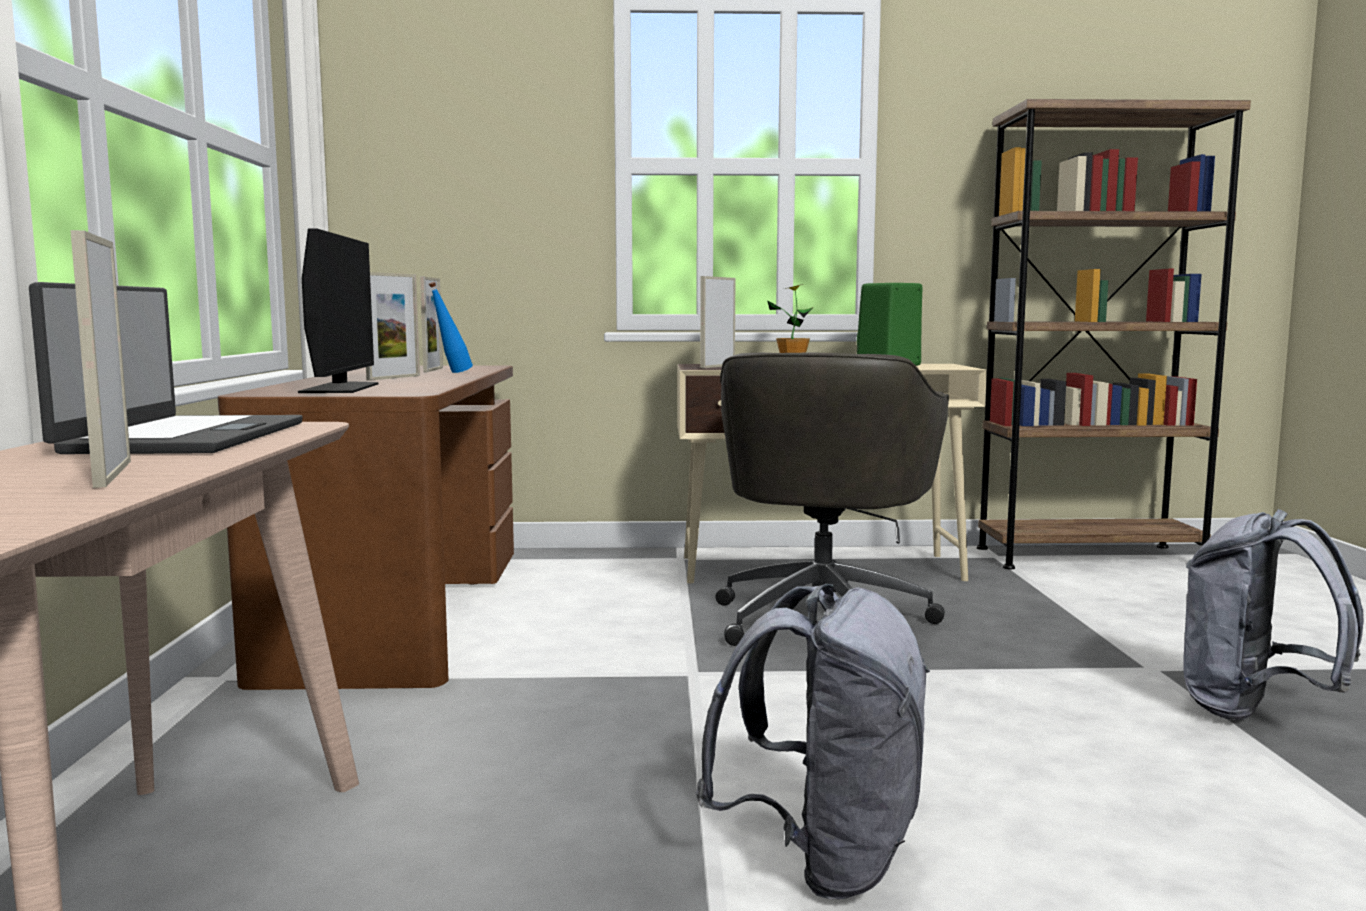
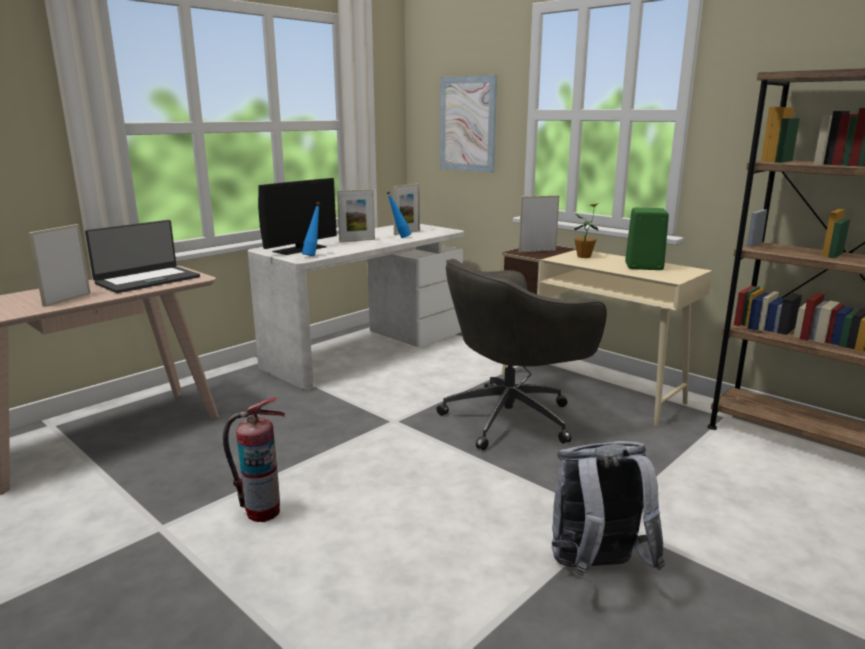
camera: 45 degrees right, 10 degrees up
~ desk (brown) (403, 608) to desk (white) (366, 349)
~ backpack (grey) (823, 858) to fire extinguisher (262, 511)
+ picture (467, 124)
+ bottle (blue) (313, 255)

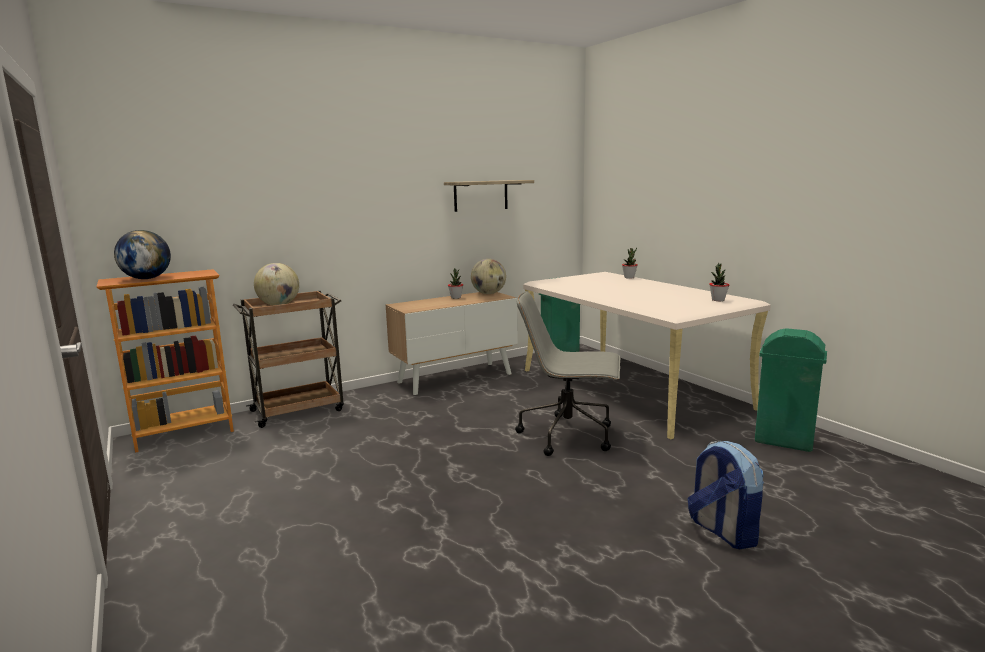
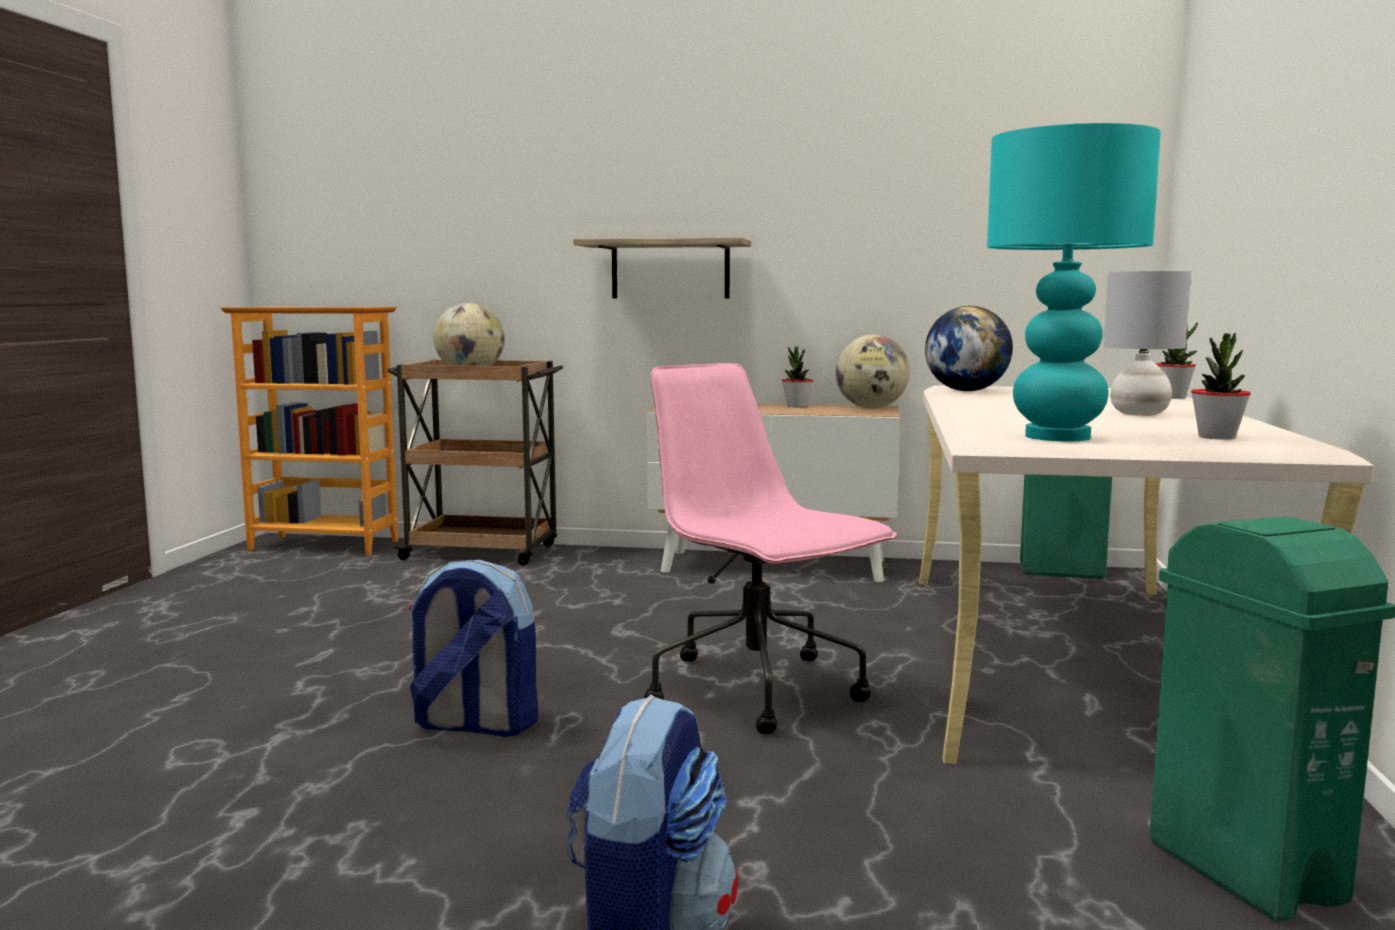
camera: 40 degrees right, 5 degrees down
~ shelf (481, 195) to (670, 270)
~ globe (146, 278) to (966, 391)
~ office chair (grey) (569, 435) to office chair (pink) (758, 691)
+ table lamp (turquoise) (1058, 437)
+ table lamp (grey) (1139, 413)
+ backpack (473, 725)

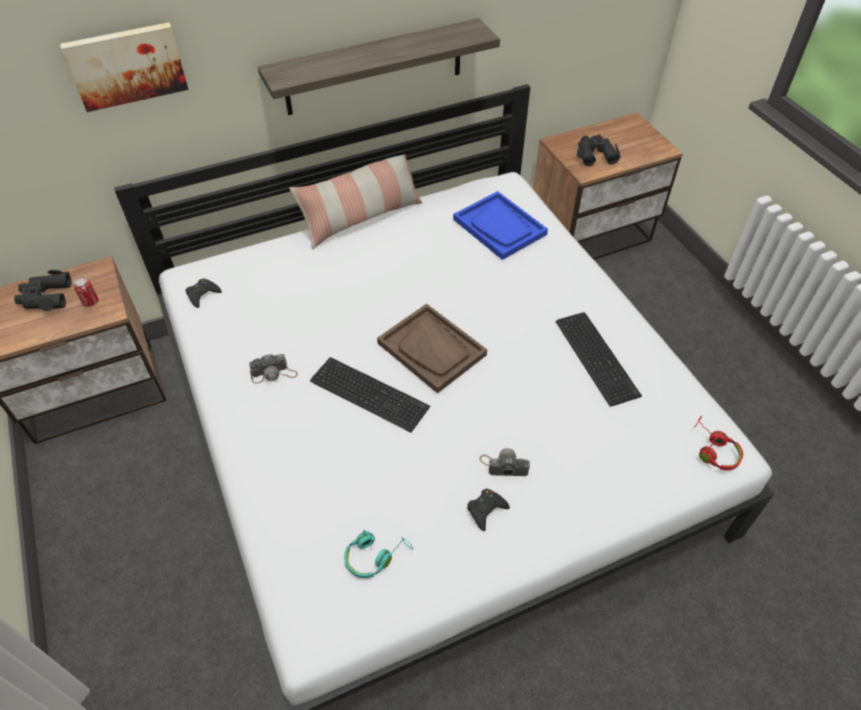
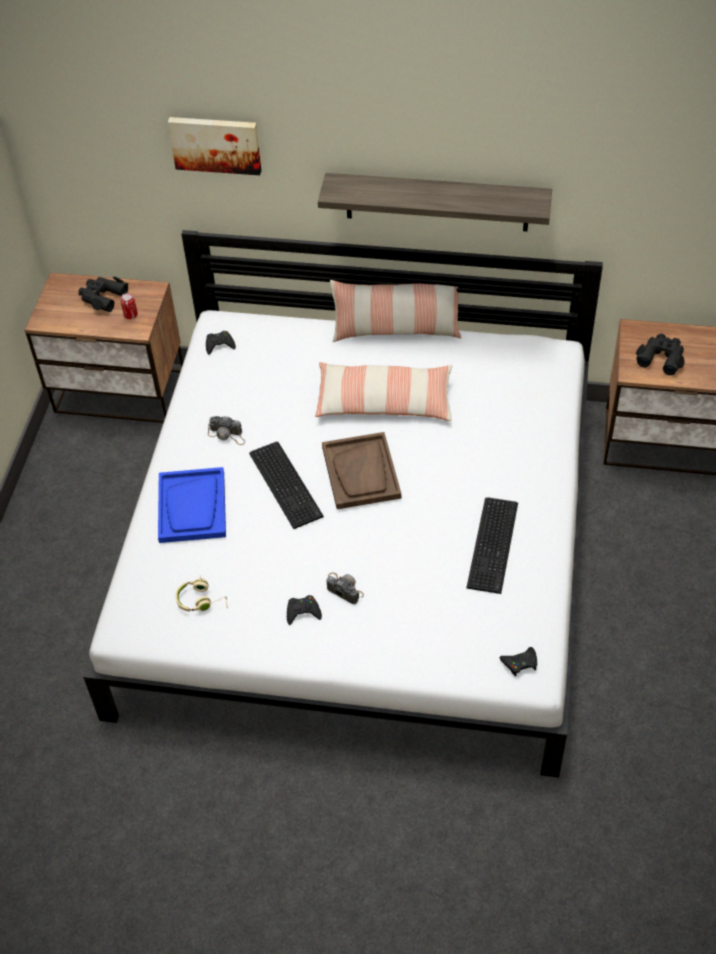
camera: 35 degrees right, 0 degrees up
~ tray (blue) (500, 227) to (192, 507)
~ headphones (red) (713, 450) to game controller (black) (520, 663)
~ headphones (turquoise) (375, 556) to headphones (beige) (202, 600)
+ pillow (384, 402)

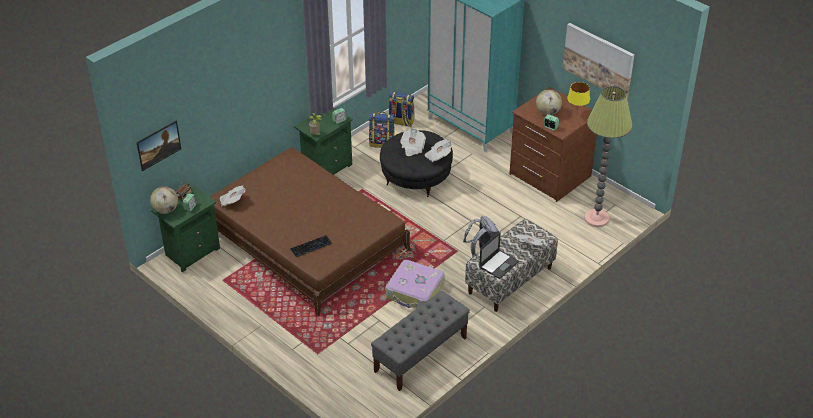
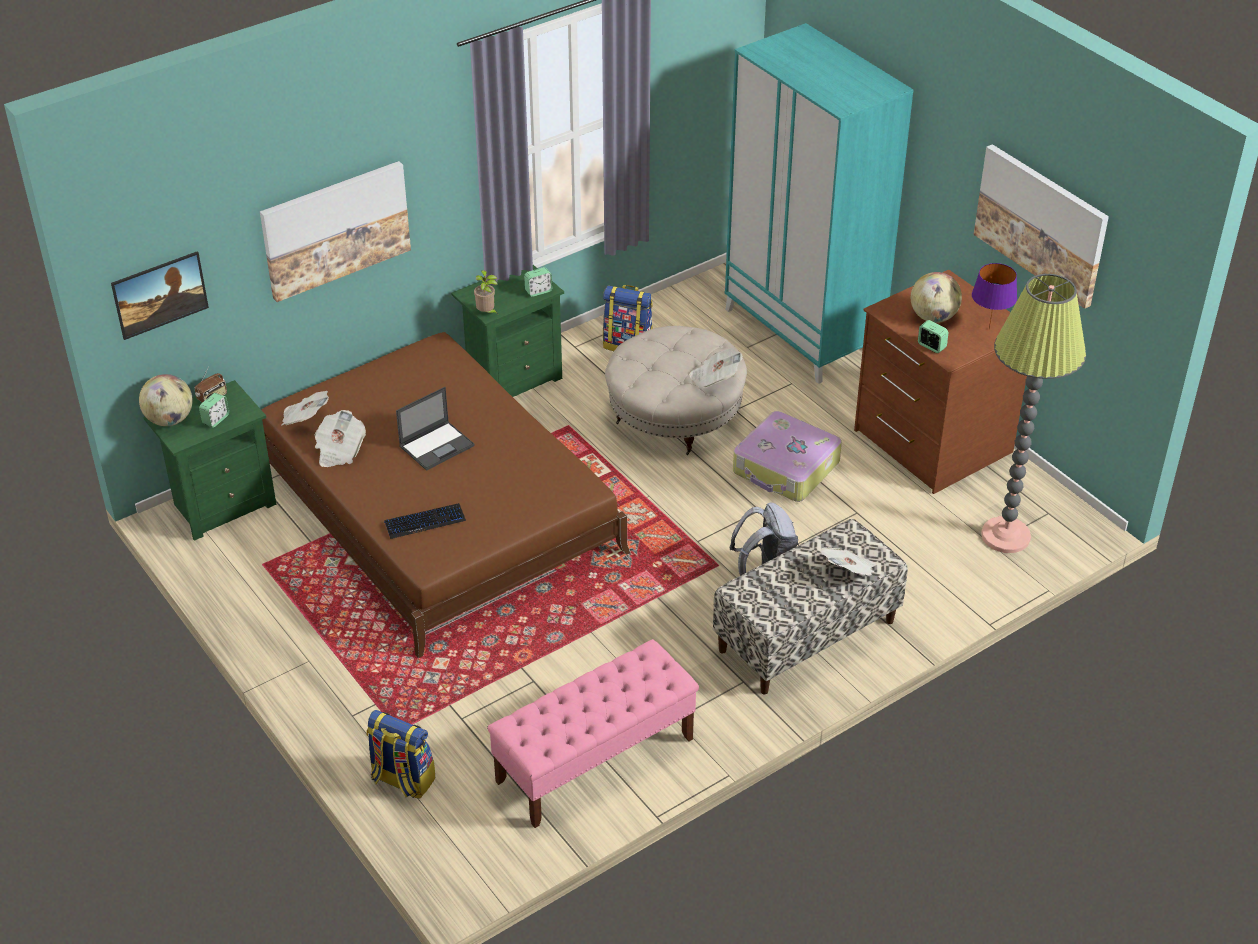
camera: 10 degrees right, 0 degrees up
~ table lamp (yellow) (577, 115) to table lamp (purple) (989, 328)
~ backpack (401, 122) to (402, 780)
~ newspaper (412, 148) to (339, 451)
~ ottoman (black) (416, 177) to ottoman (beige) (675, 415)
~ laptop (499, 264) to (437, 445)
~ suitcase (415, 292) to (786, 468)
~ bench (grey) (420, 355) to bench (pink) (594, 760)
+ picture (335, 229)

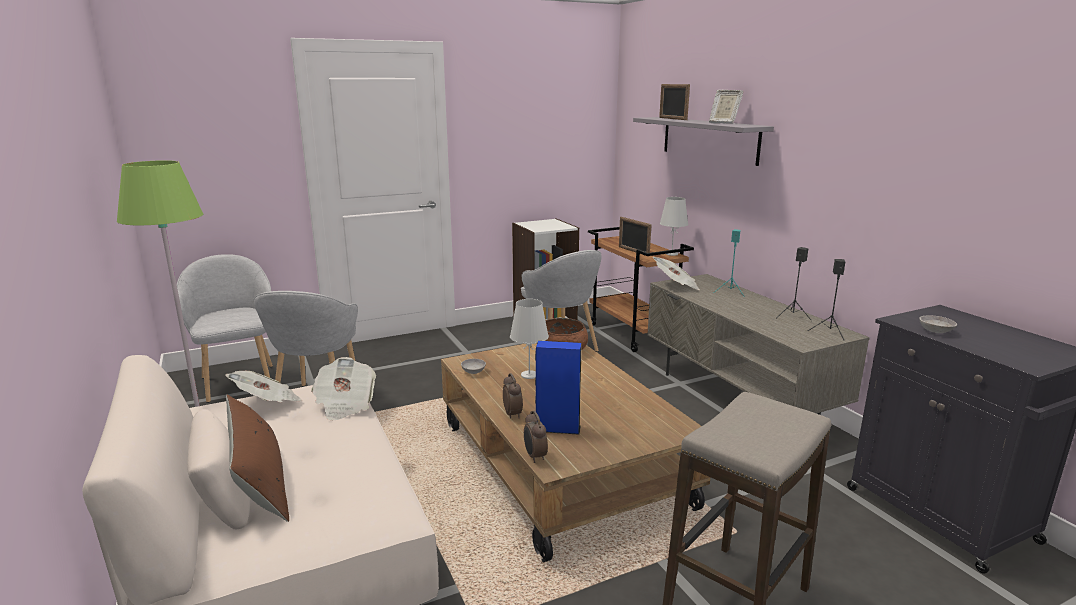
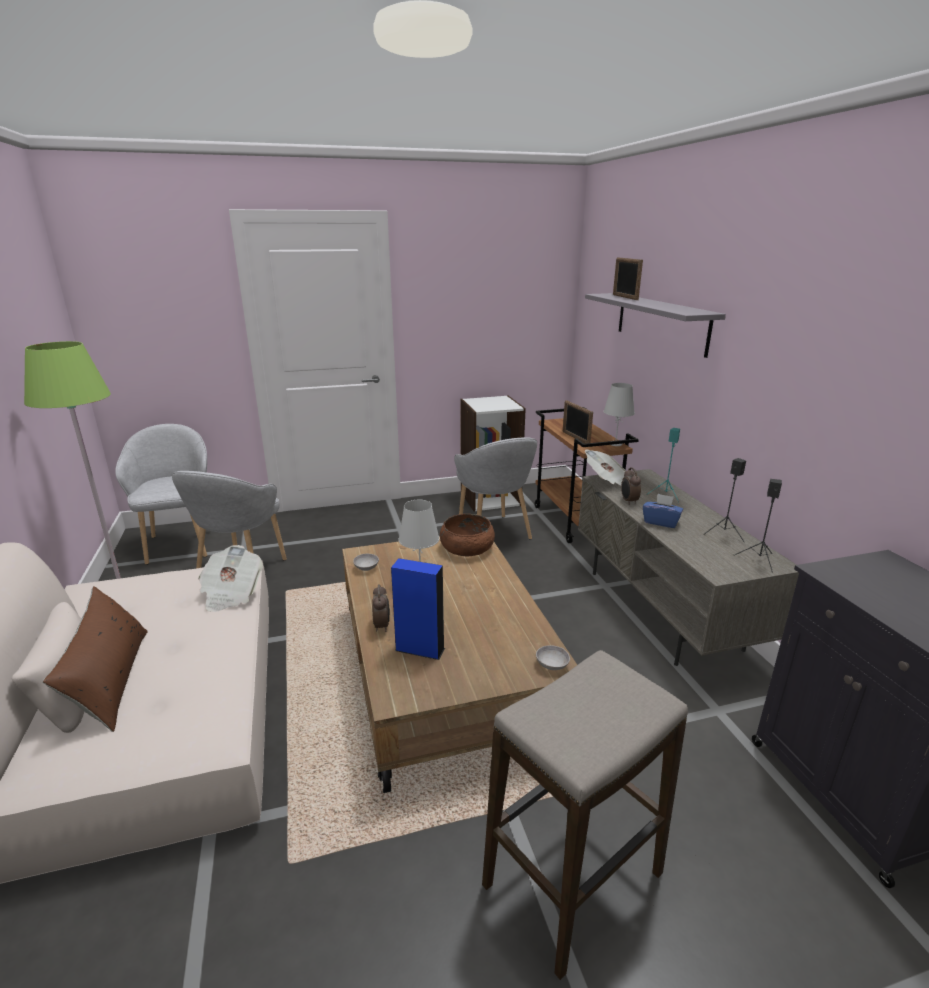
camera: 10 degrees right, 5 degrees up
- picture frame (723, 123)
~ bowl (grey) (935, 331) to (552, 665)
- newspaper (268, 402)
~ alarm clock (534, 456) to (628, 501)
+ tissue box (blue) (661, 522)

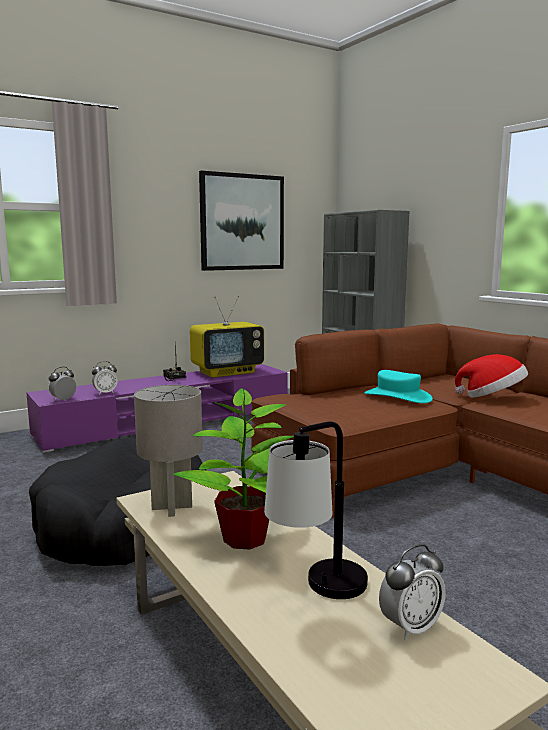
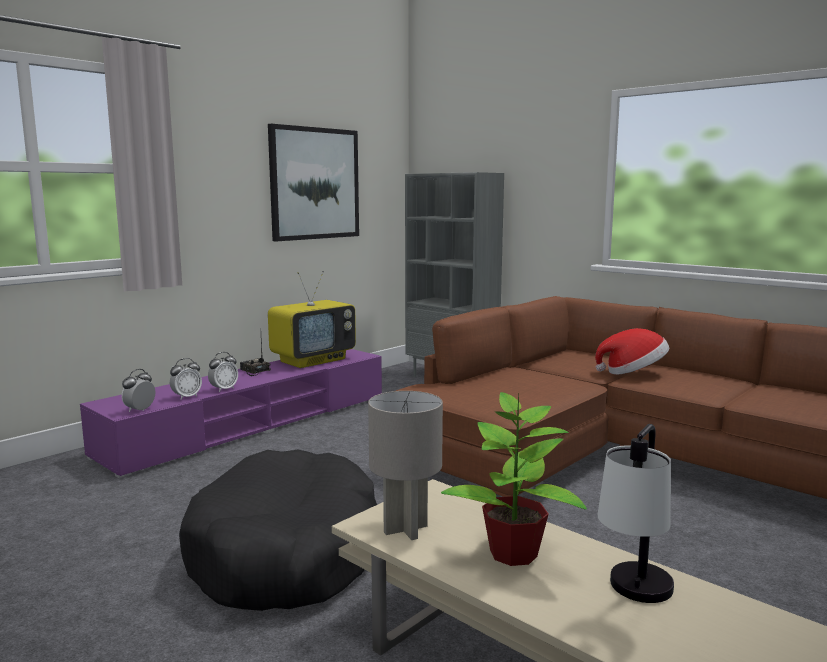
camera: 15 degrees left, 0 degrees up
- hat (turquoise) (397, 396)
~ alarm clock (410, 627) to (224, 389)

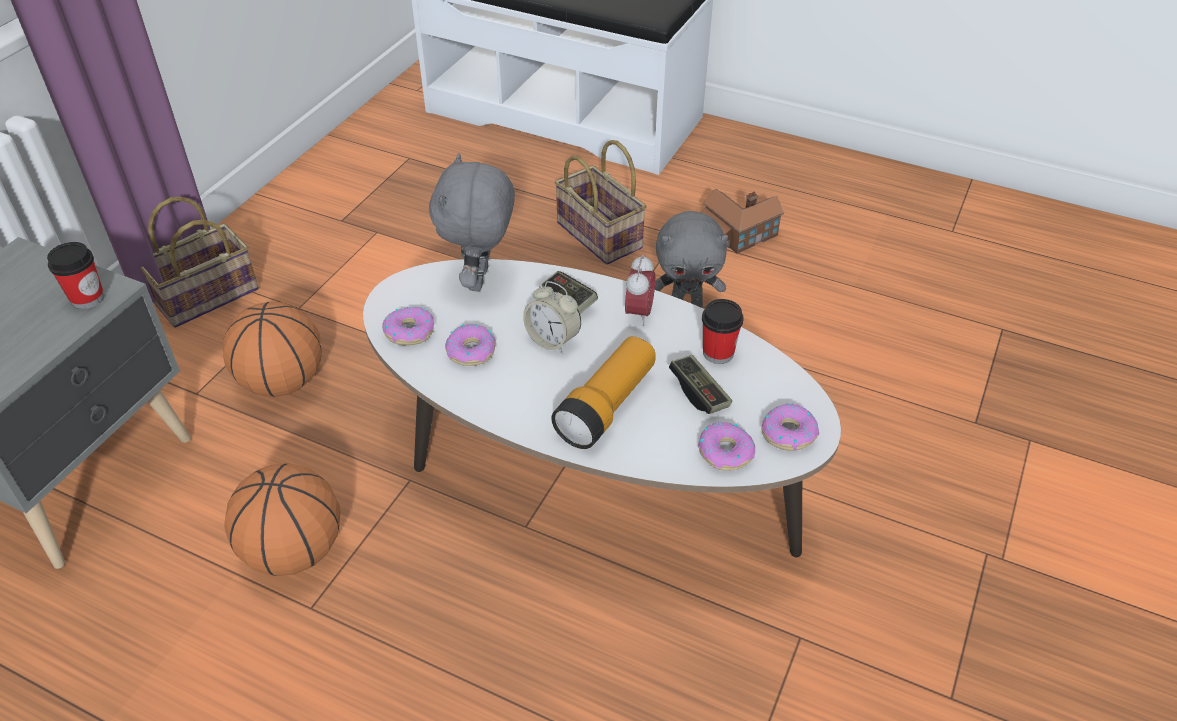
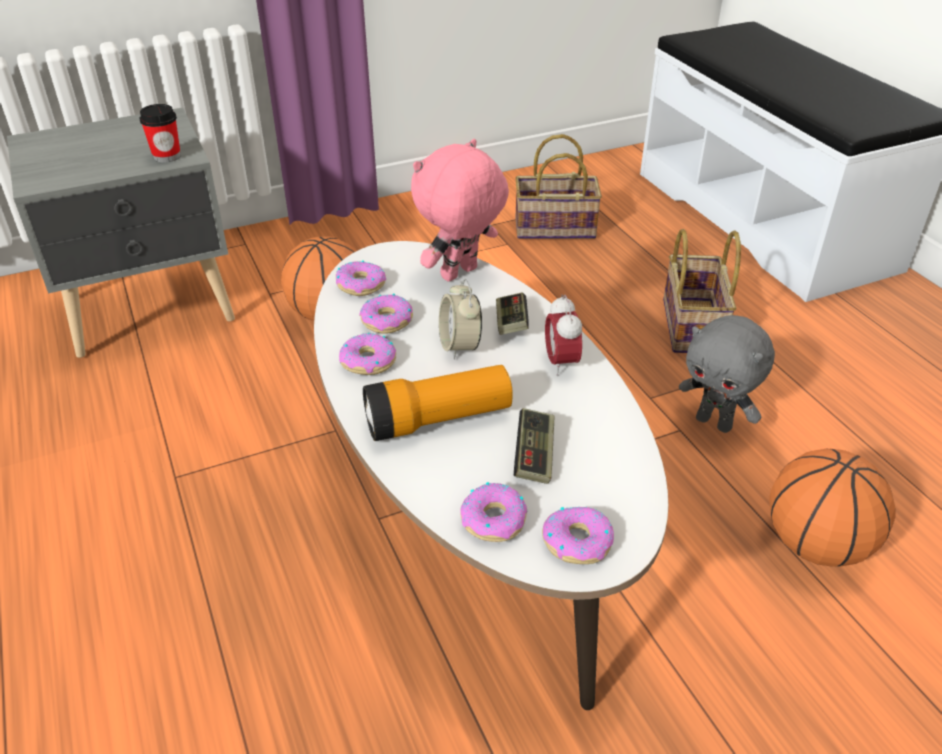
camera: 40 degrees right, 5 degrees down
~ plush toy (grey) (481, 280) to plush toy (pink) (460, 274)
- toy house (733, 235)
~ basket (205, 298) to (553, 229)
~ alarm clock (639, 313) = (561, 363) 120 degrees clockwise
- cup (718, 353)
~ basketball (294, 551) to (816, 545)
+ donut (368, 361)

